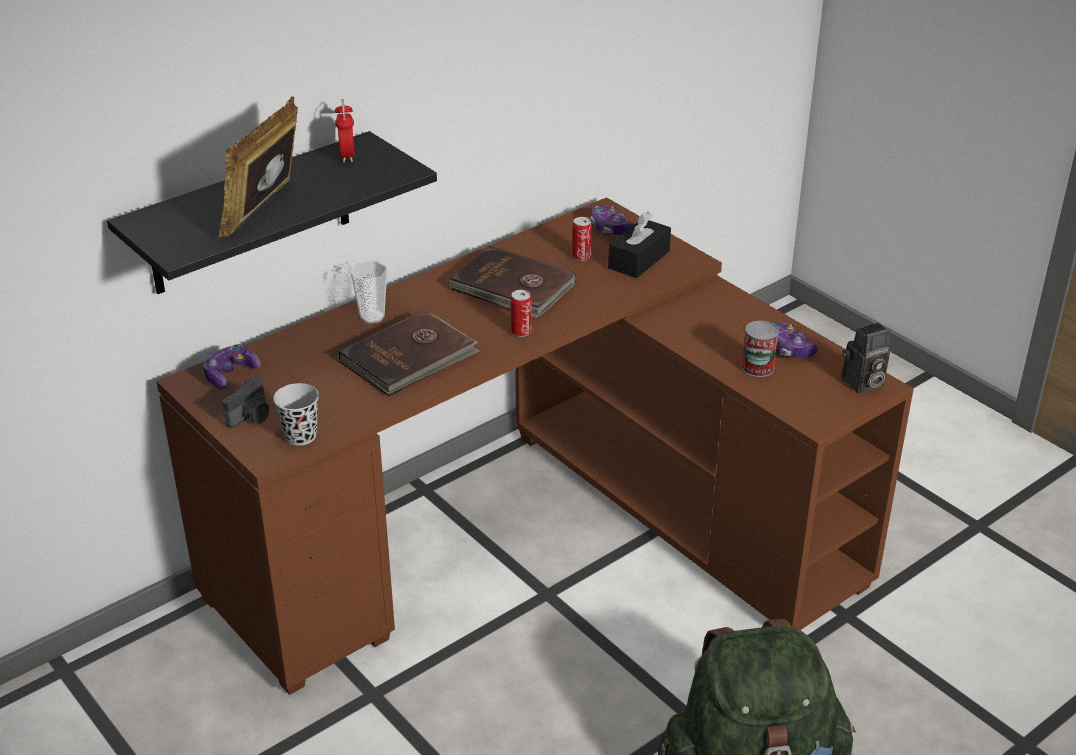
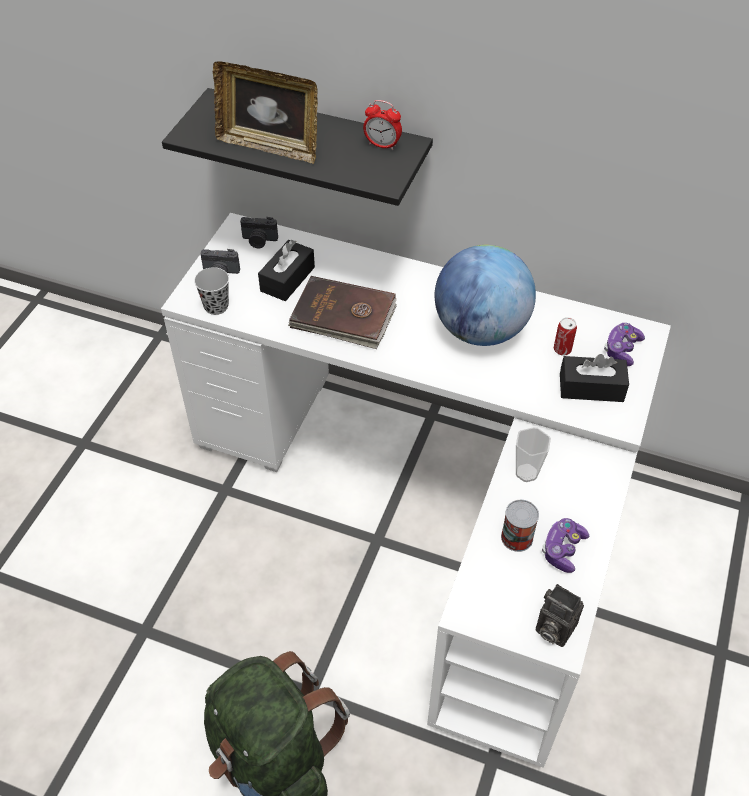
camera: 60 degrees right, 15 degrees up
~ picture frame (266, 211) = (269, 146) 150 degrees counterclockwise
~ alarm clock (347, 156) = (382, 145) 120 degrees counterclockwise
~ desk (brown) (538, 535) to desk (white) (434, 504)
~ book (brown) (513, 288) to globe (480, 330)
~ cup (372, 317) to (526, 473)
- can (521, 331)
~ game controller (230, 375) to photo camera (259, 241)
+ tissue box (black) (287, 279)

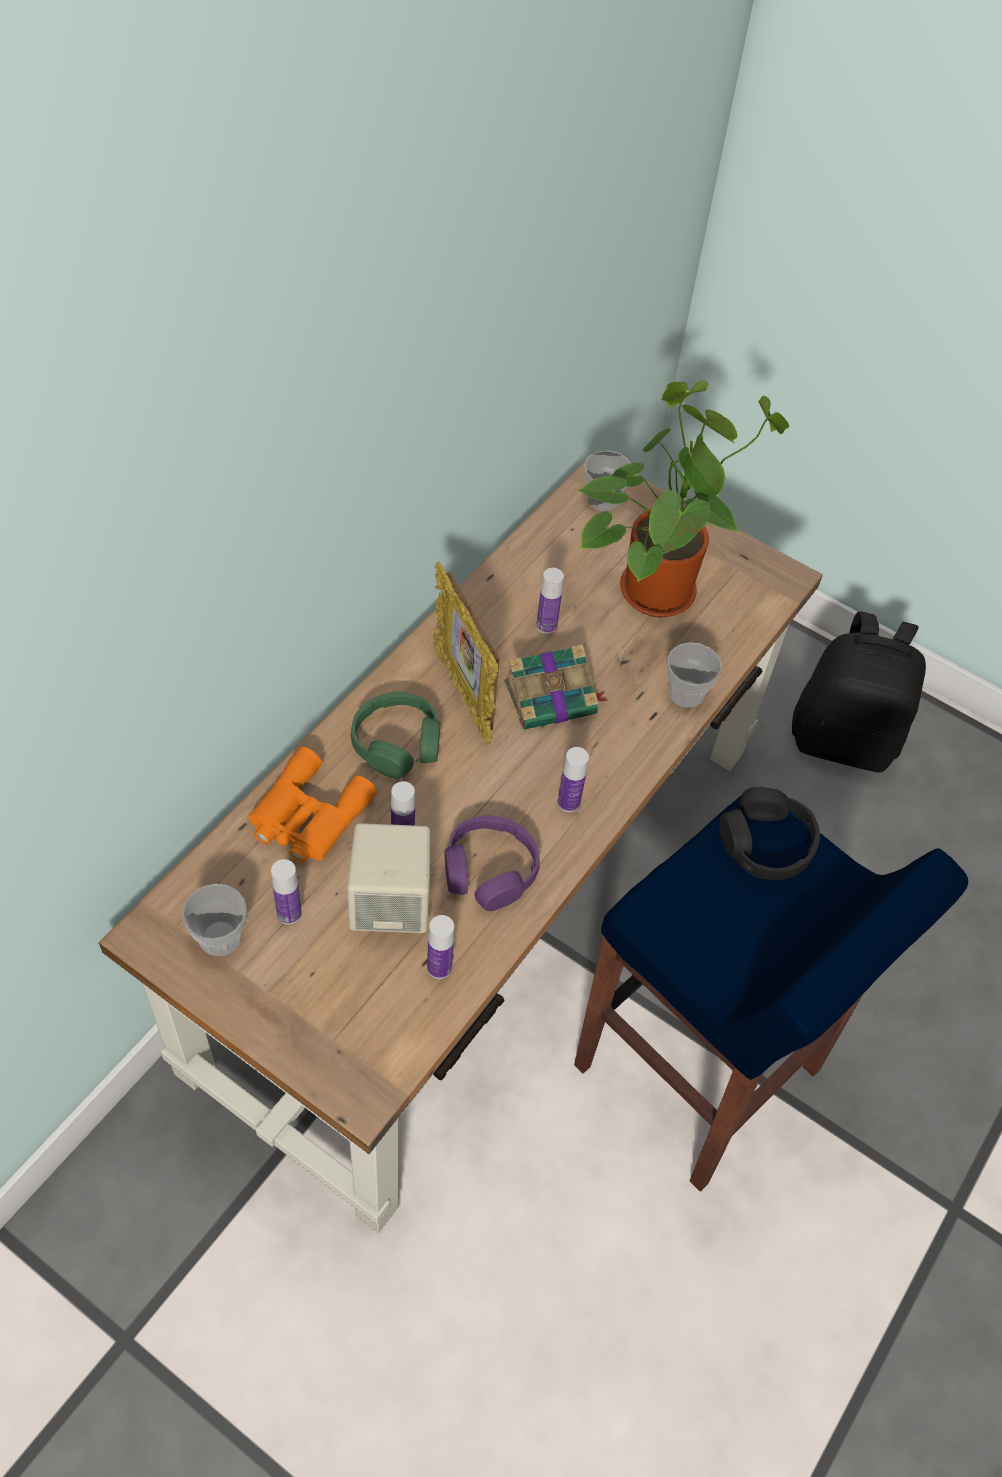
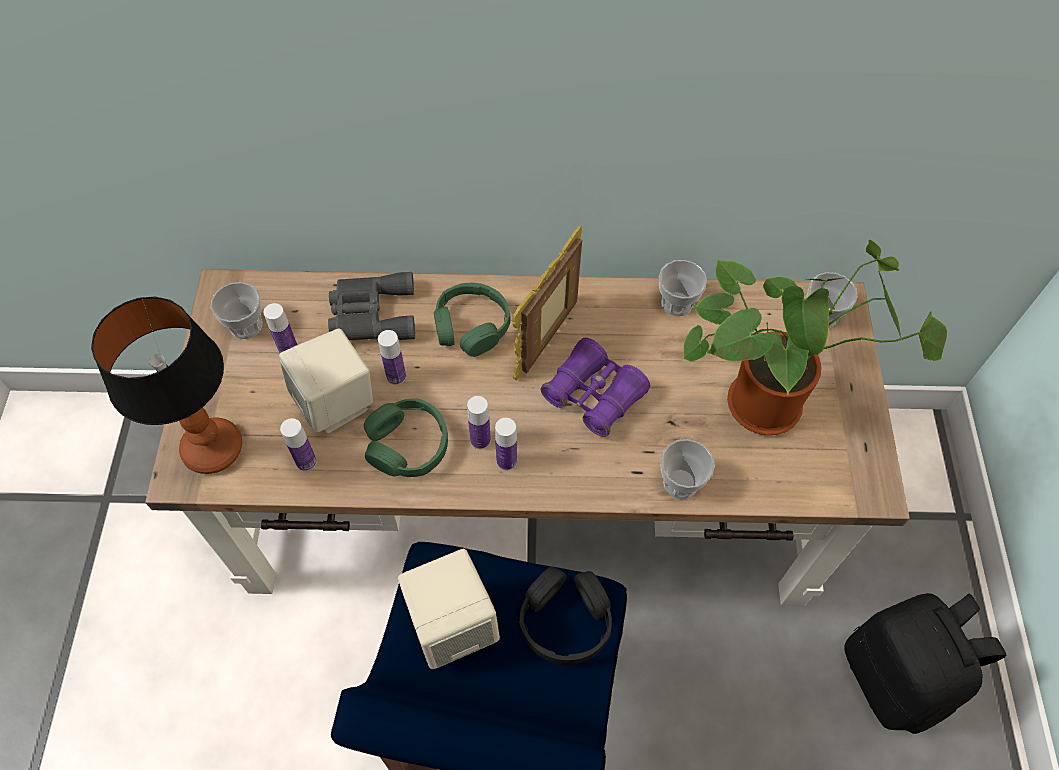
camera: 60 degrees right, 5 degrees up
~ bottle (546, 625) to (480, 440)
~ book (552, 698) to binoculars (purple) (593, 395)
~ binoculars (orange) (307, 817) to binoculars (grey) (371, 314)
~ headphones (purple) (489, 870) to headphones (green) (407, 445)
+ cup (677, 303)
+ table lamp (213, 450)
+ speaker (beige) (452, 623)

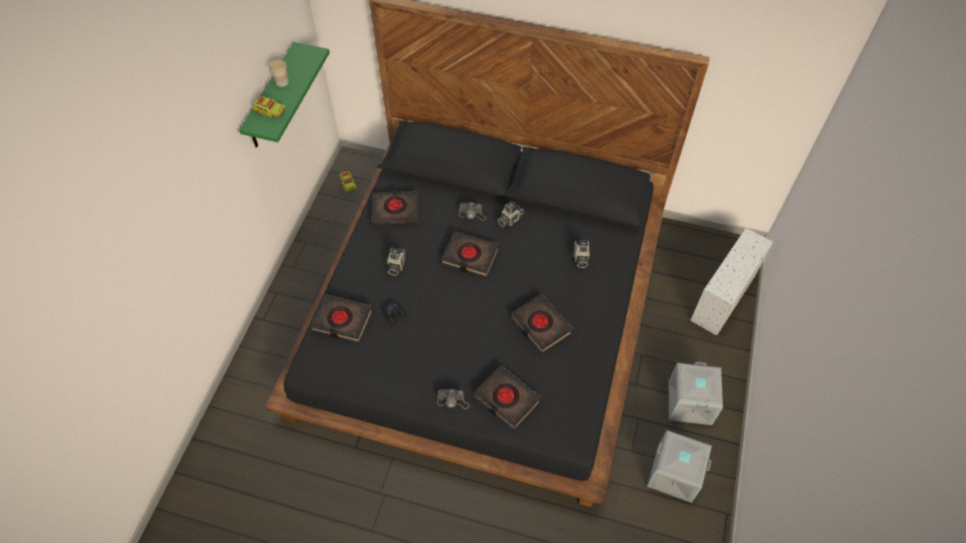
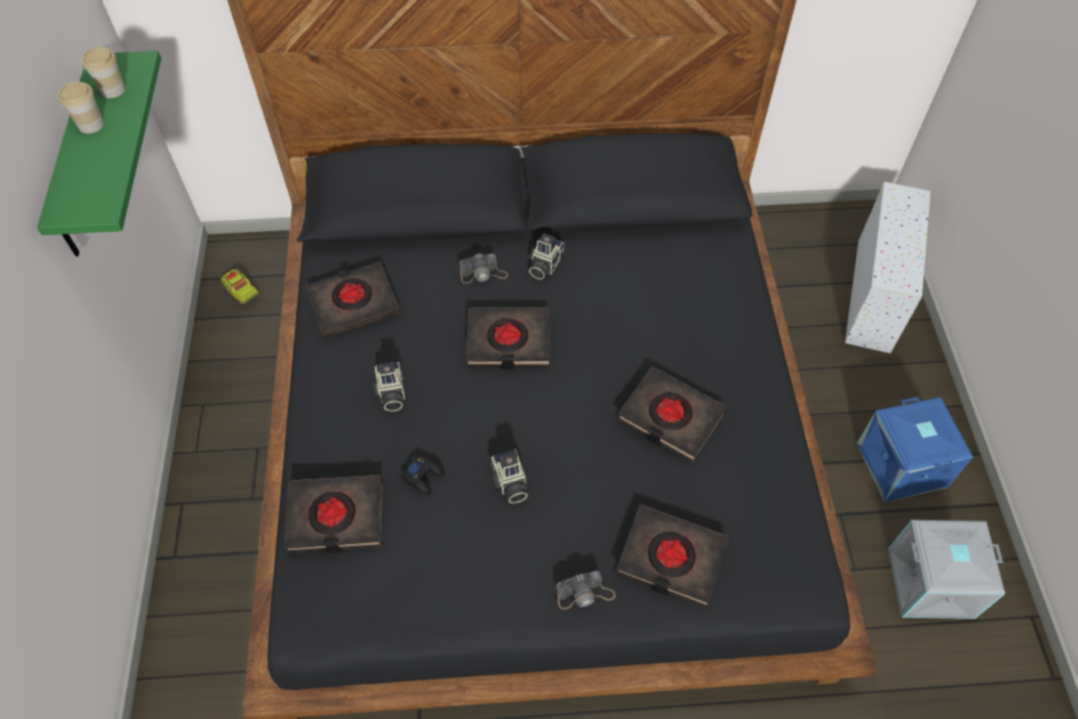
camera: 20 degrees left, 0 degrees up
- toy truck (270, 111)
~ photo camera (580, 257) to (509, 482)
~ storage box (grey) (688, 402) to storage box (blue) (899, 465)
+ cup (113, 90)

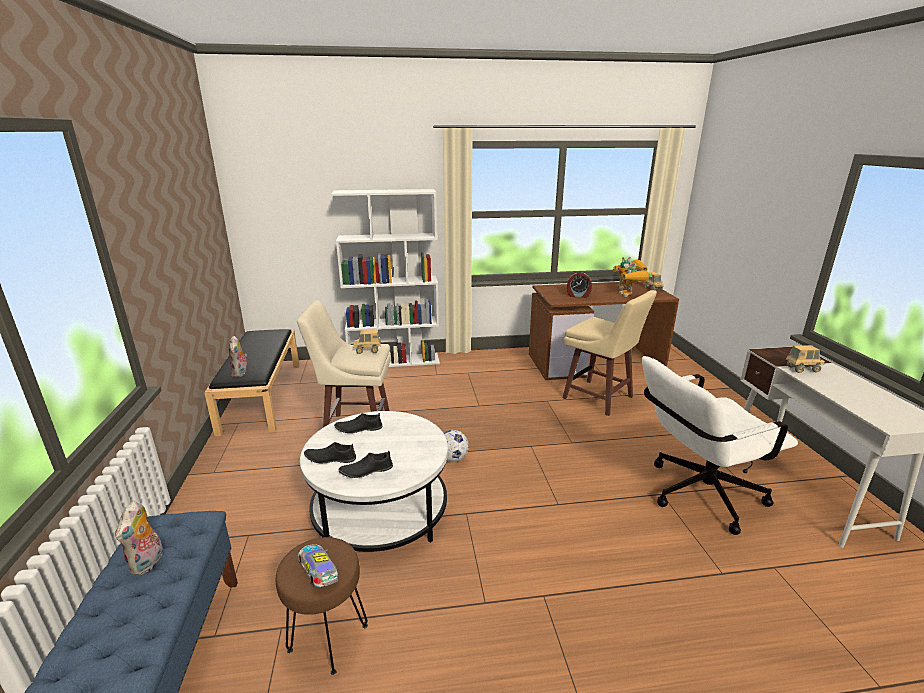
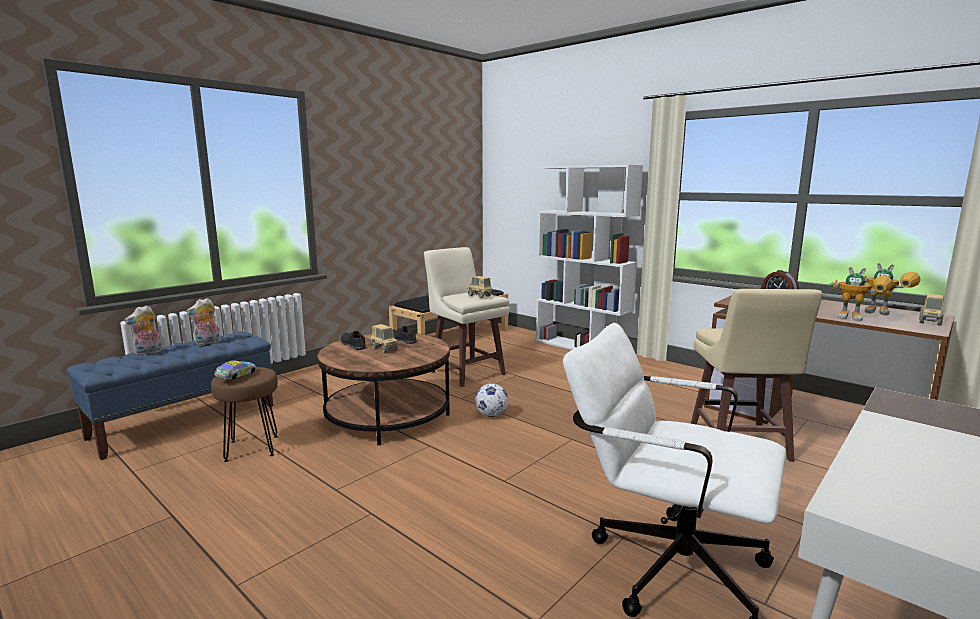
camera: 50 degrees right, 10 degrees down
~ toy robot (630, 296) = (860, 319) 90 degrees counterclockwise
~ plush toy (240, 373) to (148, 353)
~ toy truck (802, 369) to (384, 349)
~ coffee table (white) (380, 511) to coffee table (brown) (387, 416)
- shoe (black) (366, 470)

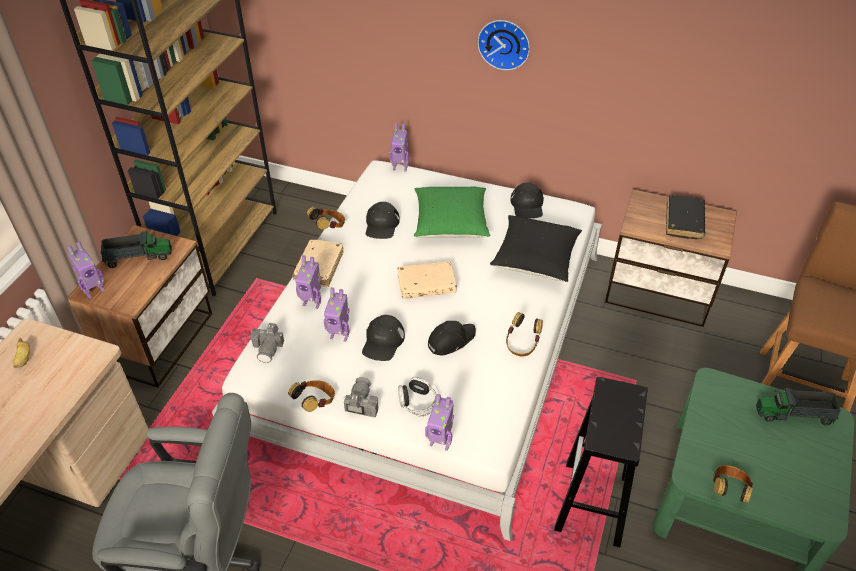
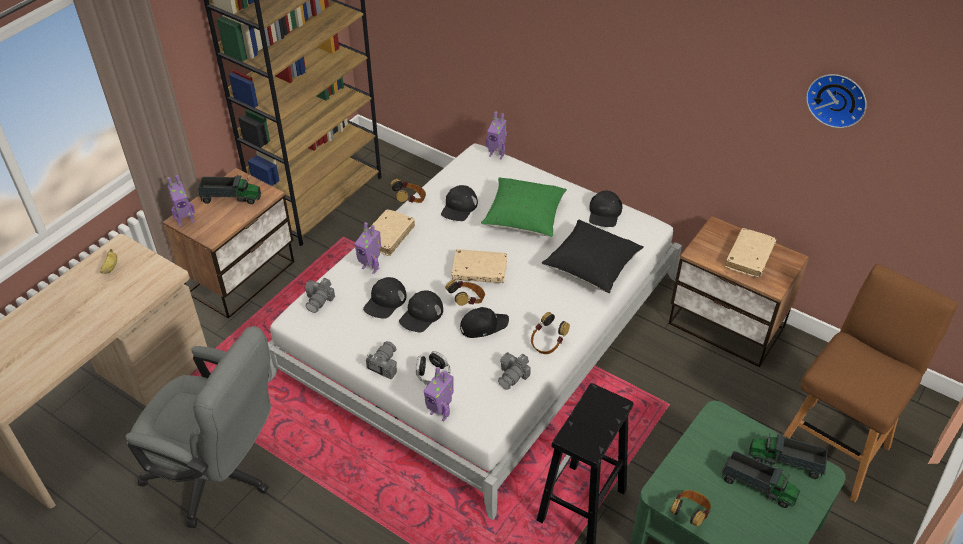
camera: 15 degrees right, 0 degrees up
~ wall clock (504, 43) to (837, 98)
~ book (black) (684, 222) to book (beige) (749, 257)
~ toy robot (340, 335) to cap (black) (385, 301)
~ headphones (315, 403) to (467, 301)
+ photo camera (513, 375)
+ toy truck (758, 486)

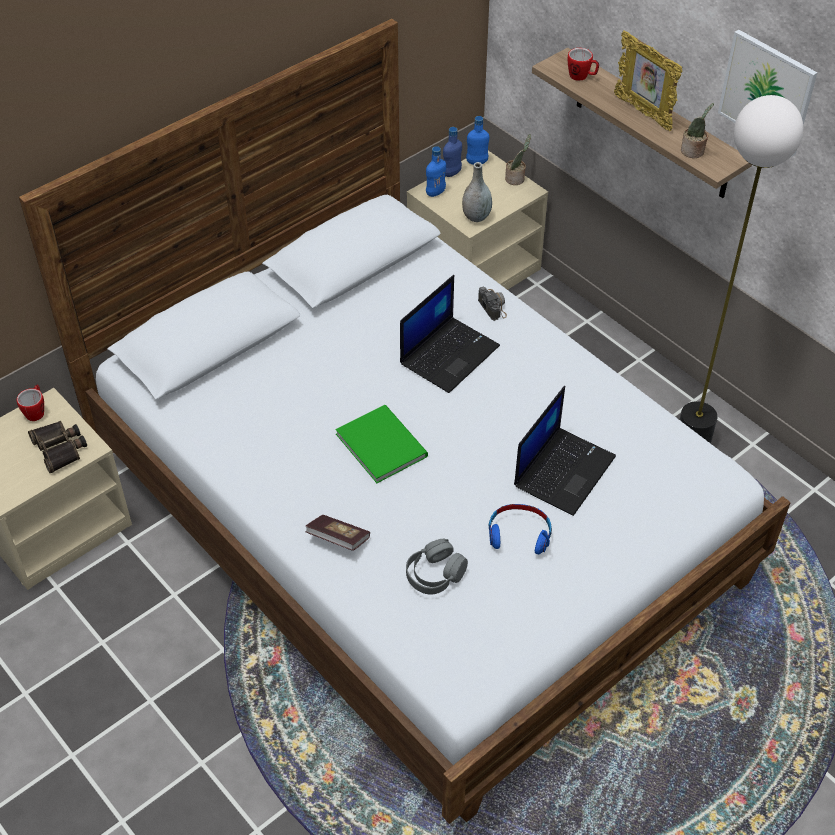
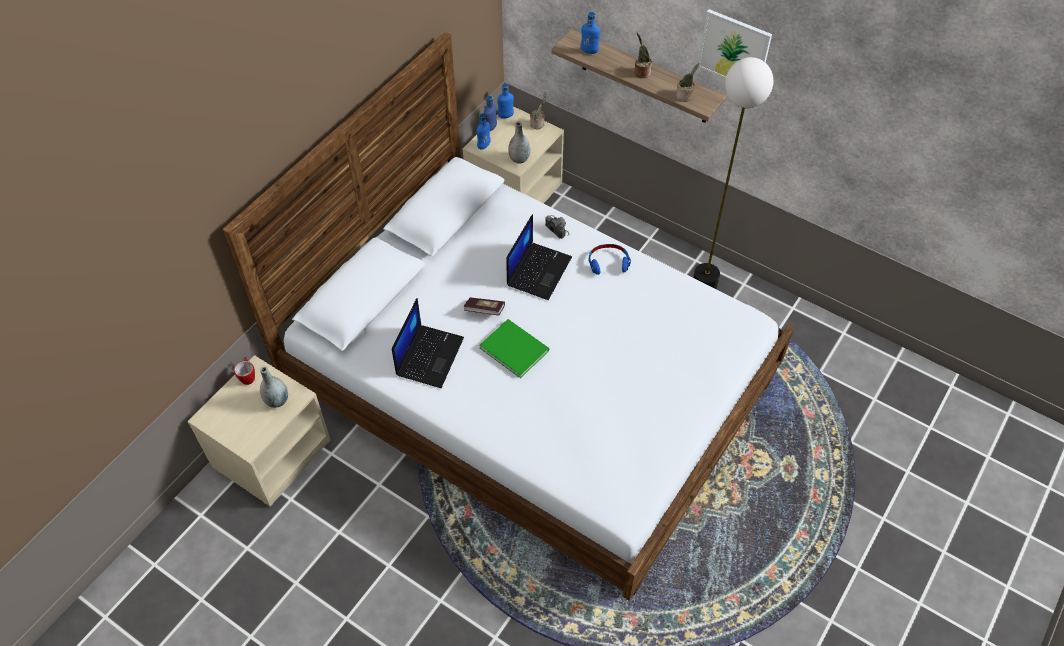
camera: 15 degrees left, 5 degrees up
~ picture frame (643, 113) to potted plant (641, 72)
~ mug (582, 77) to bottle (blue) (589, 51)
~ laptop (564, 470) to (429, 355)
~ binoculars (60, 448) to vase (grey) (277, 401)
~ headphones (blue) (519, 534) to (608, 263)
~ book (338, 539) to (484, 311)
- headphones (grey) (435, 574)

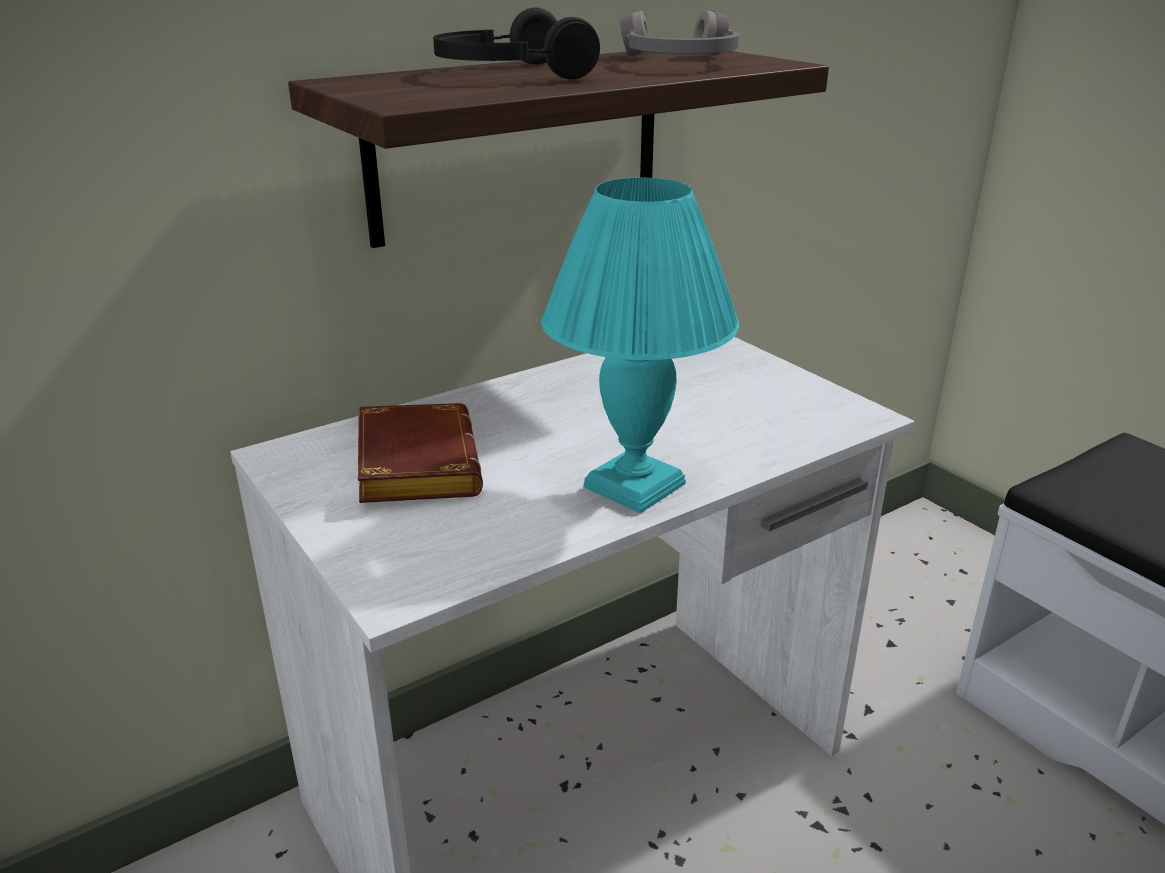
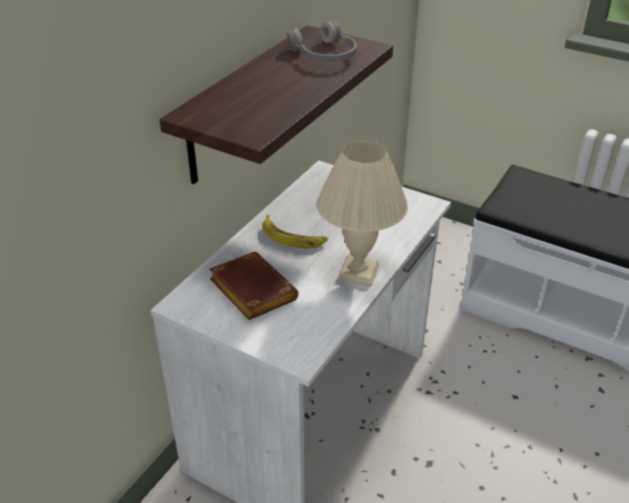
camera: 25 degrees left, 10 degrees up
- headphones (black) (509, 73)
~ table lamp (turquoise) (631, 485) to table lamp (beige) (357, 273)
+ banana (292, 237)

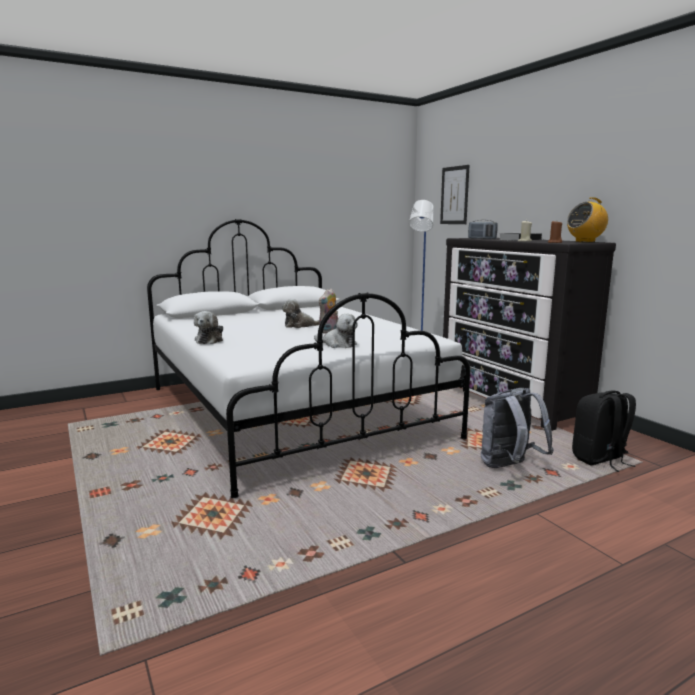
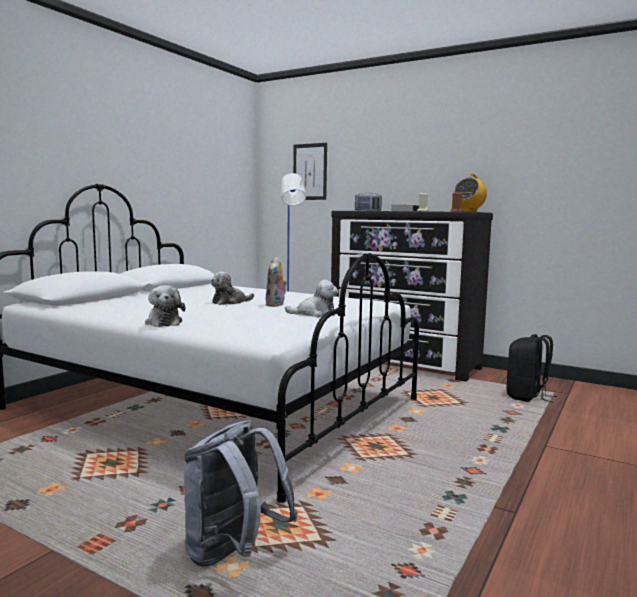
camera: 30 degrees left, 5 degrees down
~ backpack (grey) (509, 467) to (233, 554)

